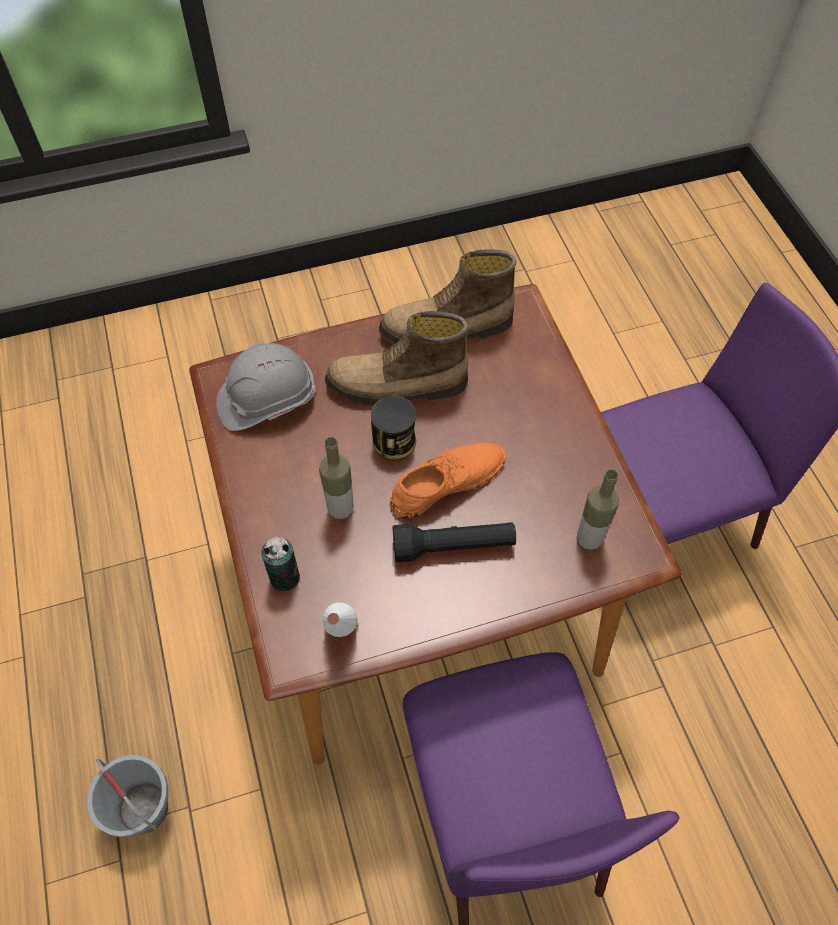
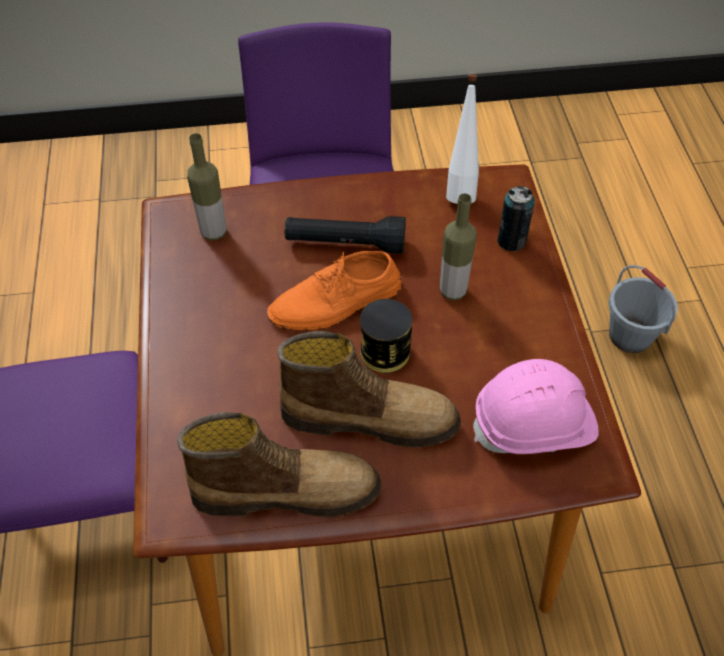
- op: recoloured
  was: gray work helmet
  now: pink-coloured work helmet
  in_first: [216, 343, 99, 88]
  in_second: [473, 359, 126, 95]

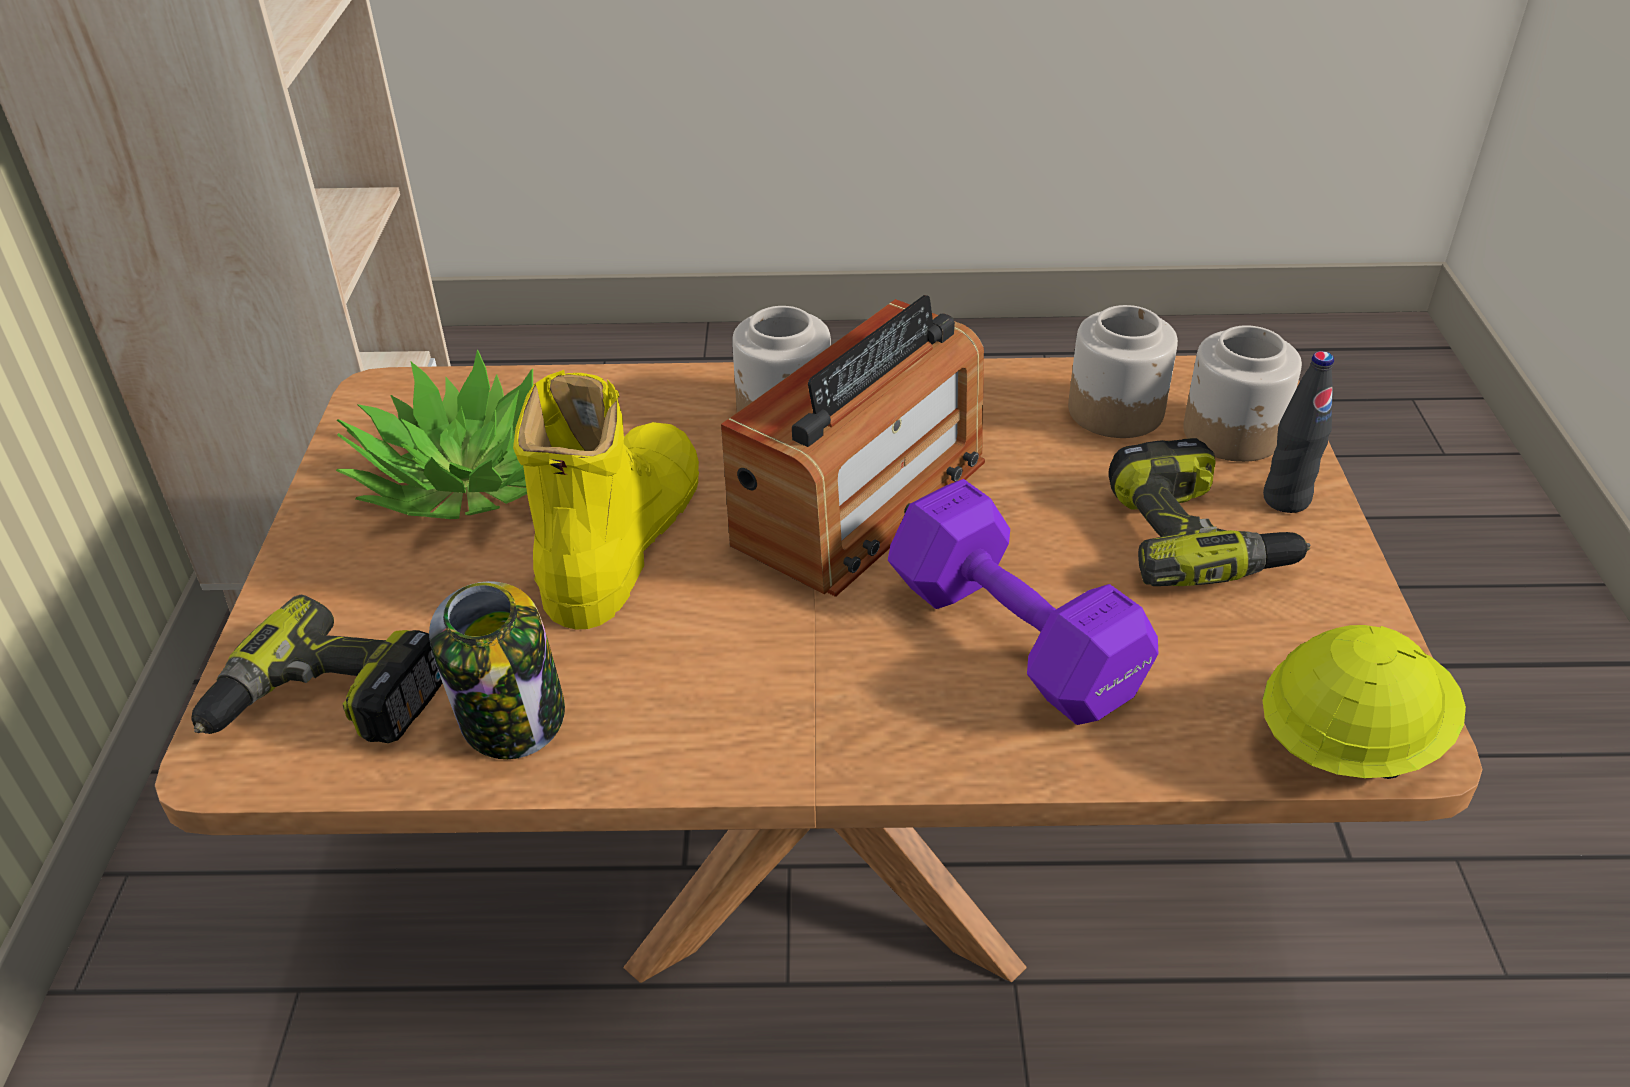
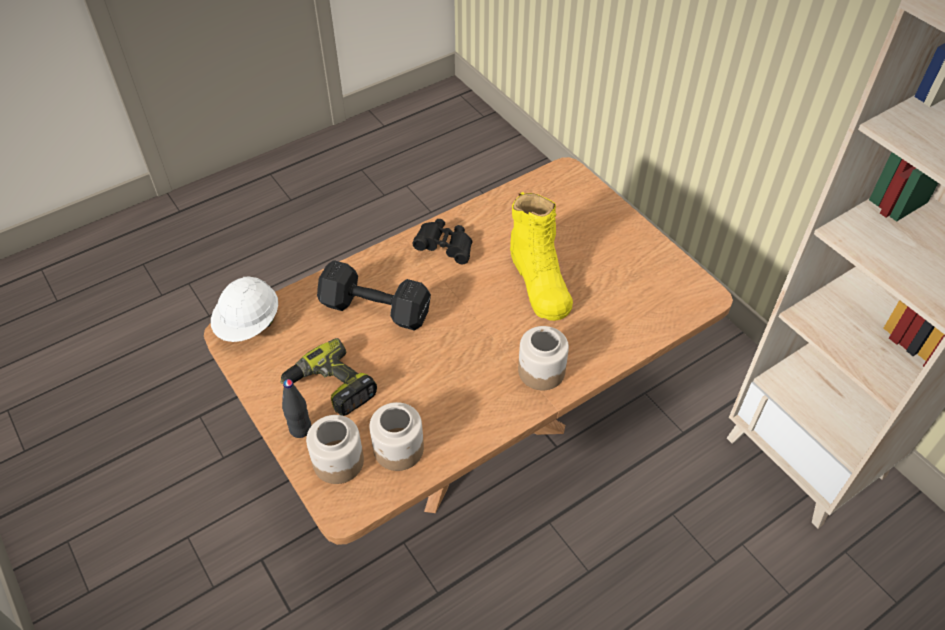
- op: recoloured
  was: yellowish work helmet
  now: whitish work helmet
  in_first: [1262, 625, 204, 154]
  in_second: [211, 277, 67, 65]
- op: recoloured
  was: purplish hand weight
  now: black hand weight
  in_first: [888, 479, 270, 246]
  in_second: [317, 260, 114, 70]
- op: added
  now: black pair of binoculars
  in_second: [413, 219, 59, 45]
- op: removed
  was: drill
  in_first: [192, 595, 250, 148]
- op: removed
  was: houseplant
  in_first: [336, 349, 197, 170]
- op: removed
  was: preserve jar
  in_first: [429, 581, 136, 178]
- op: removed
  was: radio
  in_first: [721, 295, 264, 302]

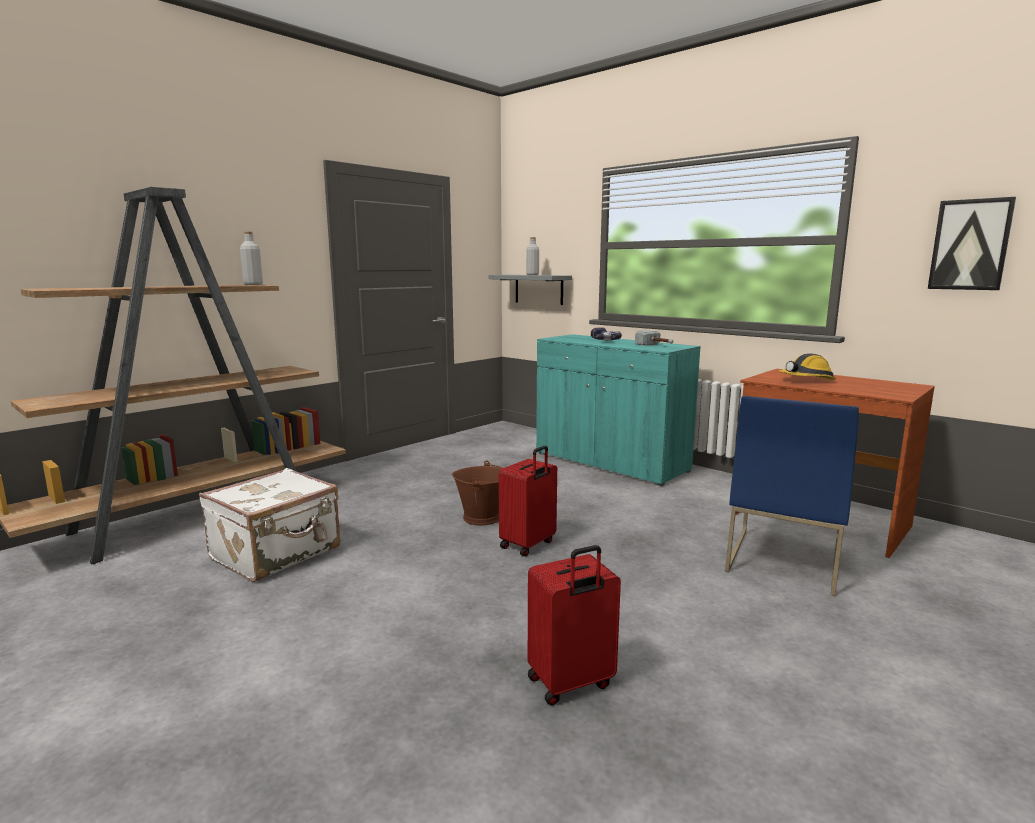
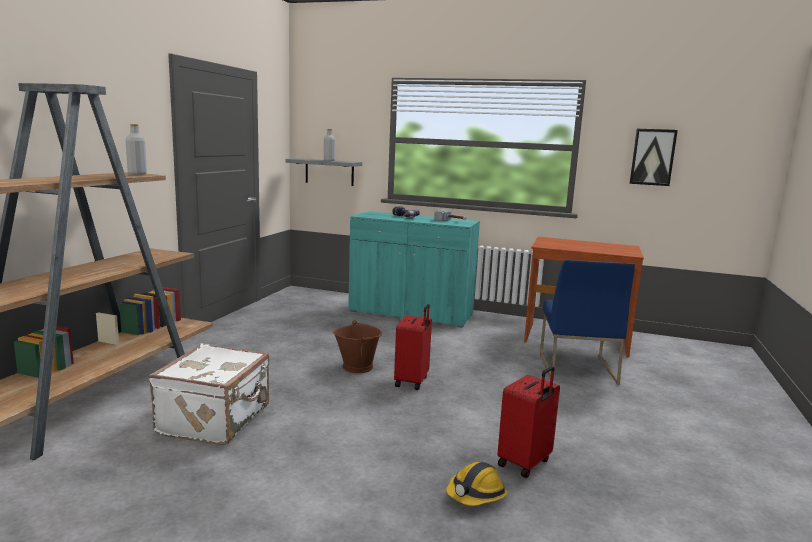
- op: moved
  was: work helmet
  in_first: [778, 353, 58, 27]
  in_second: [446, 462, 62, 44]

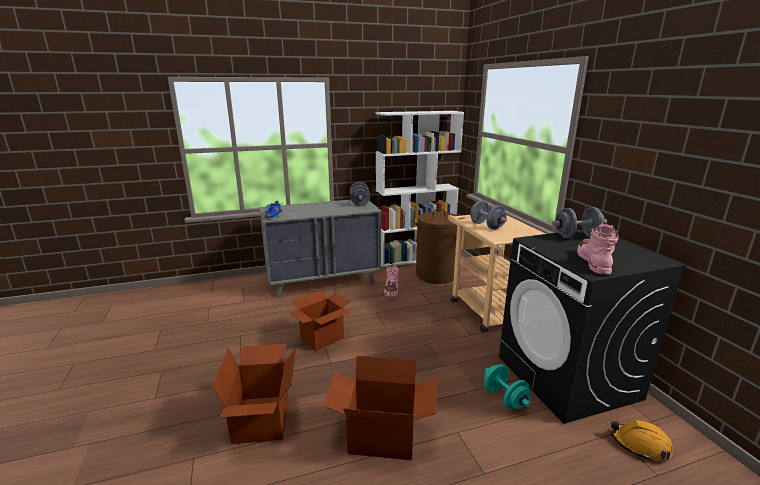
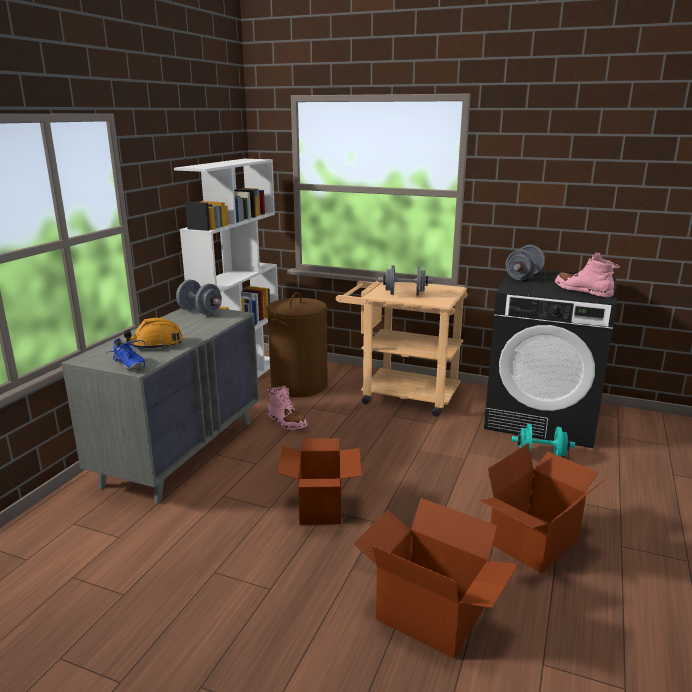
- op: moved
  was: orangey work helmet
  in_first: [611, 420, 62, 41]
  in_second: [123, 318, 60, 31]

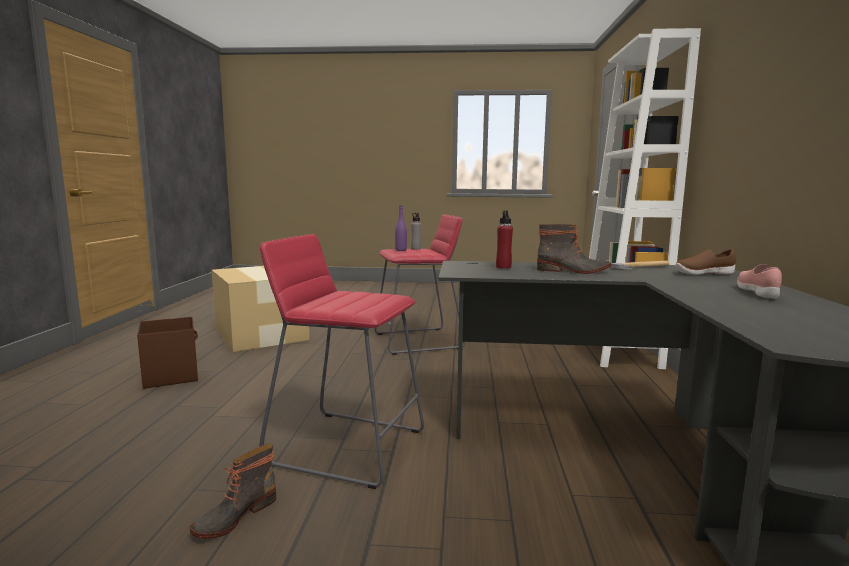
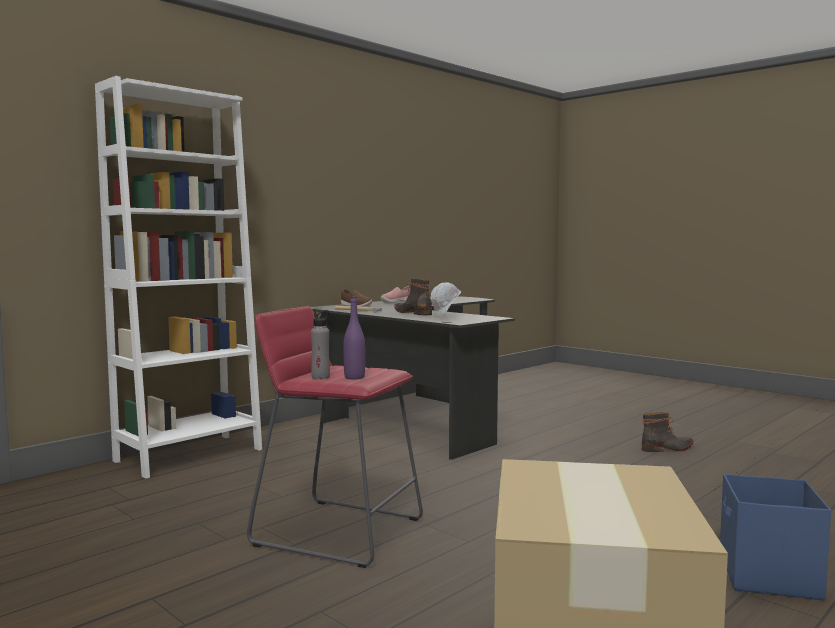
- op: replaced
  was: red beverage bottle
  now: whitish work helmet
  in_first: [496, 210, 17, 59]
  in_second: [431, 282, 30, 35]
- op: recoloured
  was: brown-coloured storage container
  now: bluish storage container
  in_first: [137, 317, 61, 72]
  in_second: [720, 474, 111, 126]
- op: removed
  was: red stool seat
  in_first: [259, 234, 165, 255]

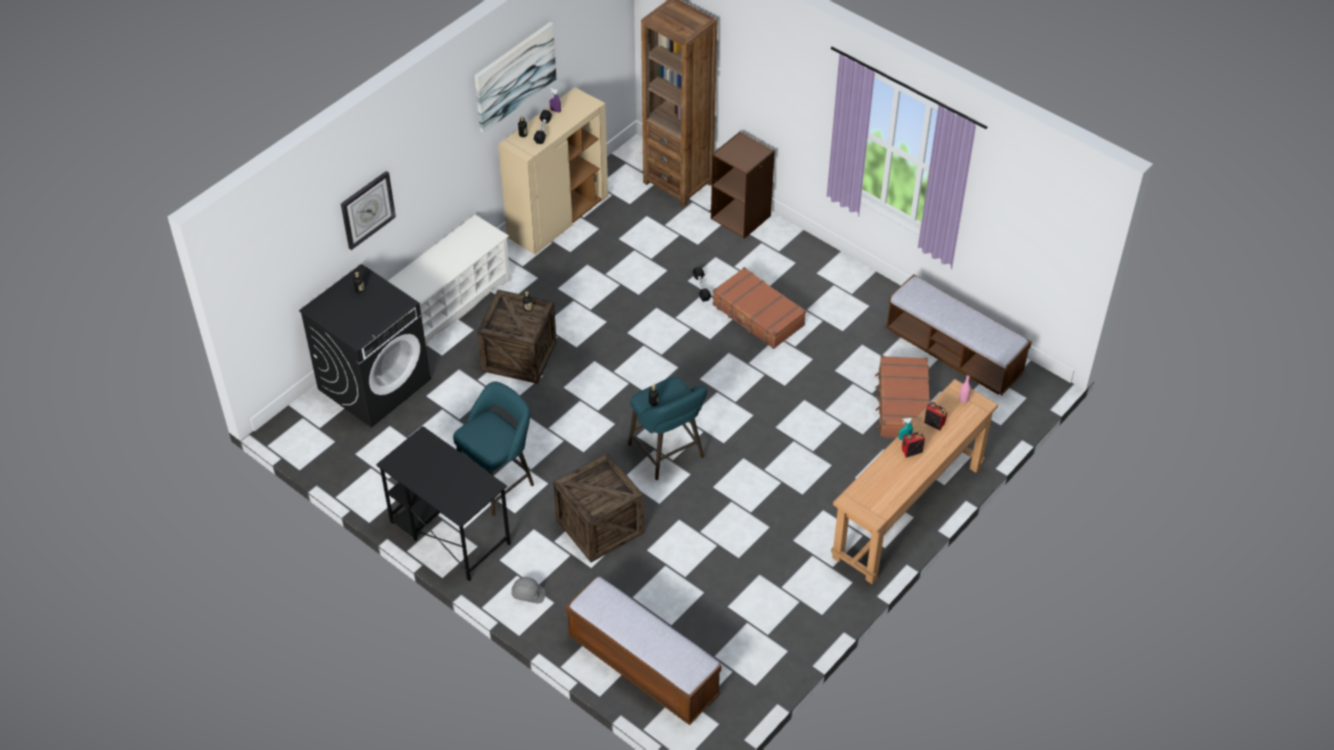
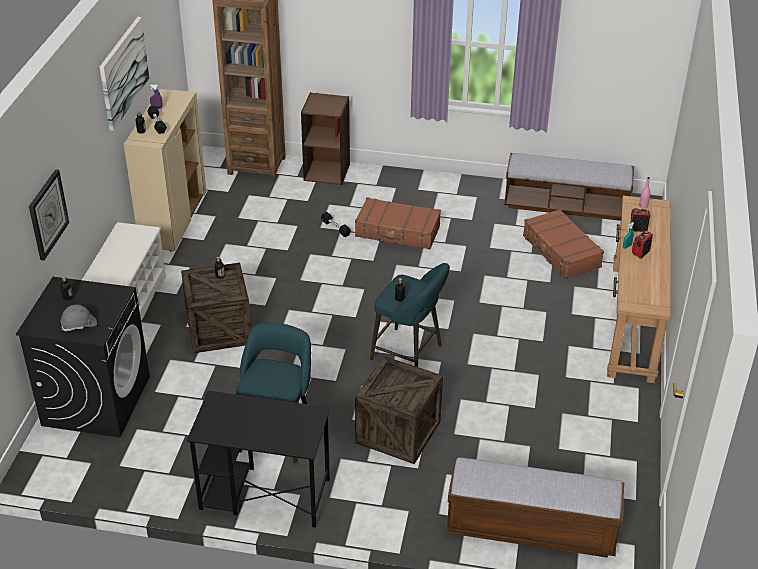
- op: moved
  was: gray work helmet
  in_first: [511, 577, 34, 26]
  in_second: [60, 304, 37, 27]

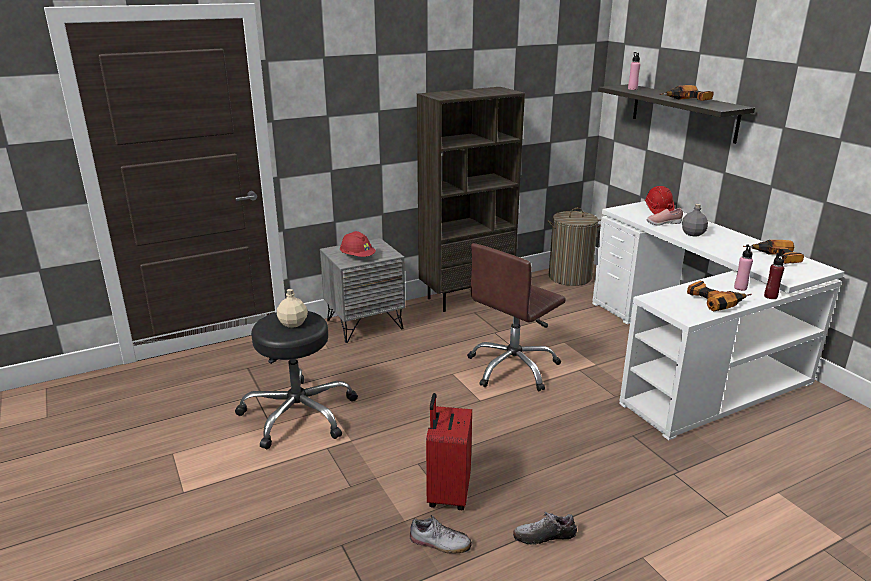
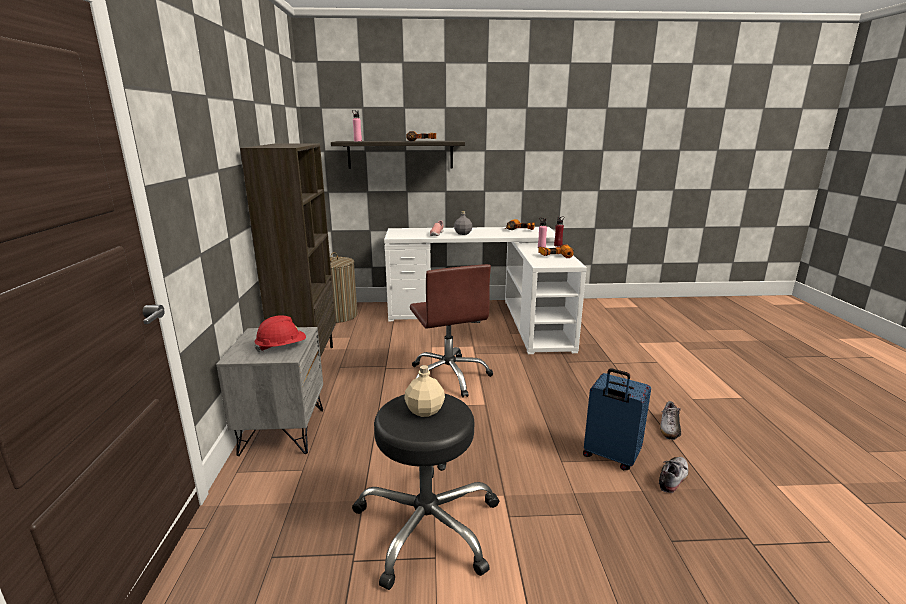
- op: recoloured
  was: red suitcase
  now: bluish suitcase
  in_first: [426, 393, 46, 117]
  in_second: [583, 368, 68, 102]
- op: removed
  was: red work helmet
  in_first: [645, 186, 30, 28]

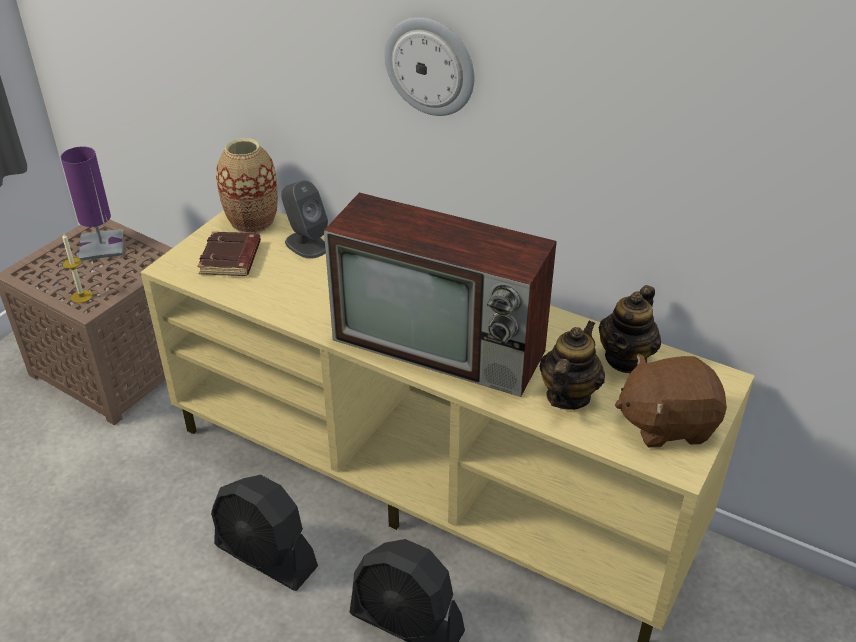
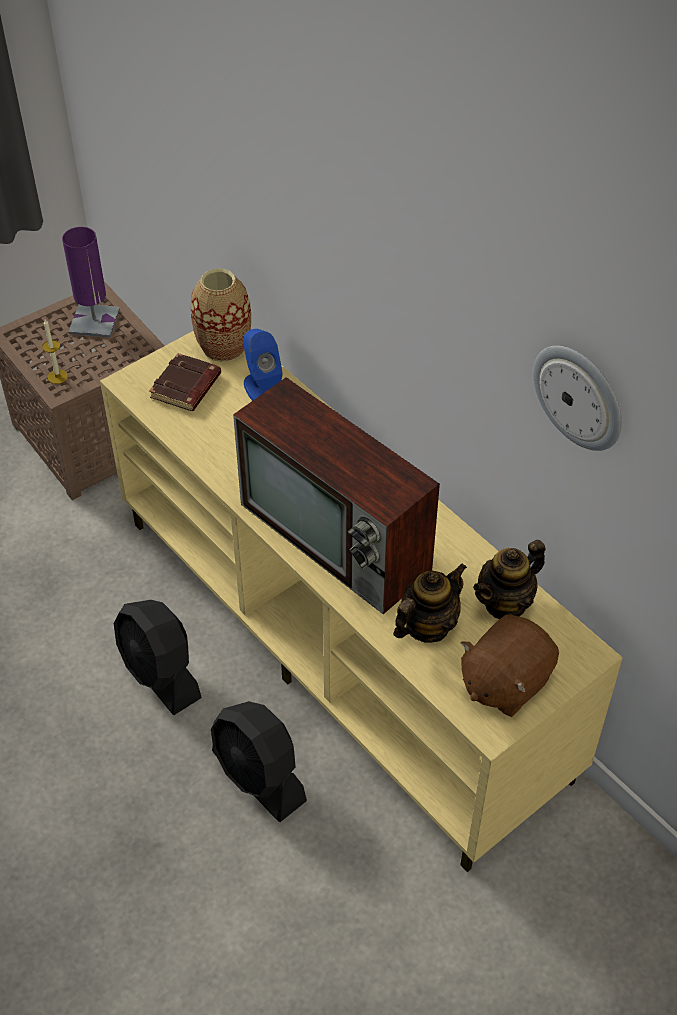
- op: recoloured
  was: gray loudspeaker
  now: bluish loudspeaker
  in_first: [281, 180, 47, 79]
  in_second: [243, 329, 40, 72]
- op: turned
  was: brown-coloured cuddly toy
  in_first: [615, 354, 112, 94]
  in_second: [461, 614, 98, 103]
  clockwise: -60
- op: moved
  was: wall clock
  in_first: [384, 17, 90, 99]
  in_second: [533, 346, 89, 105]

